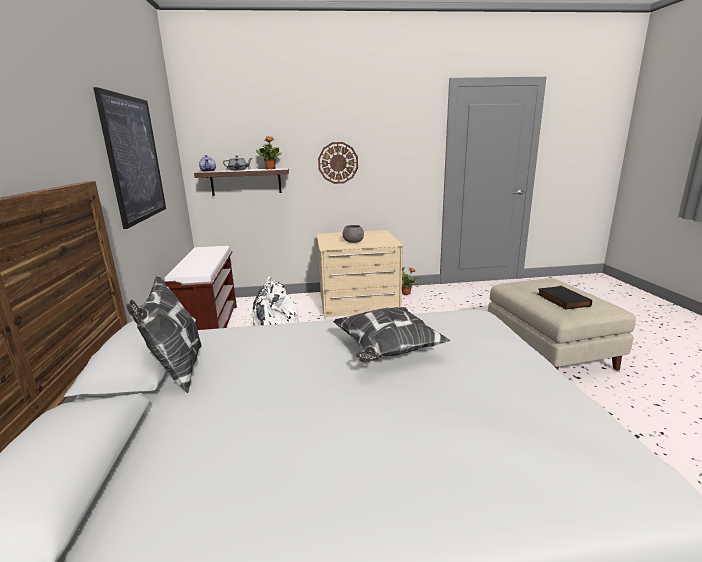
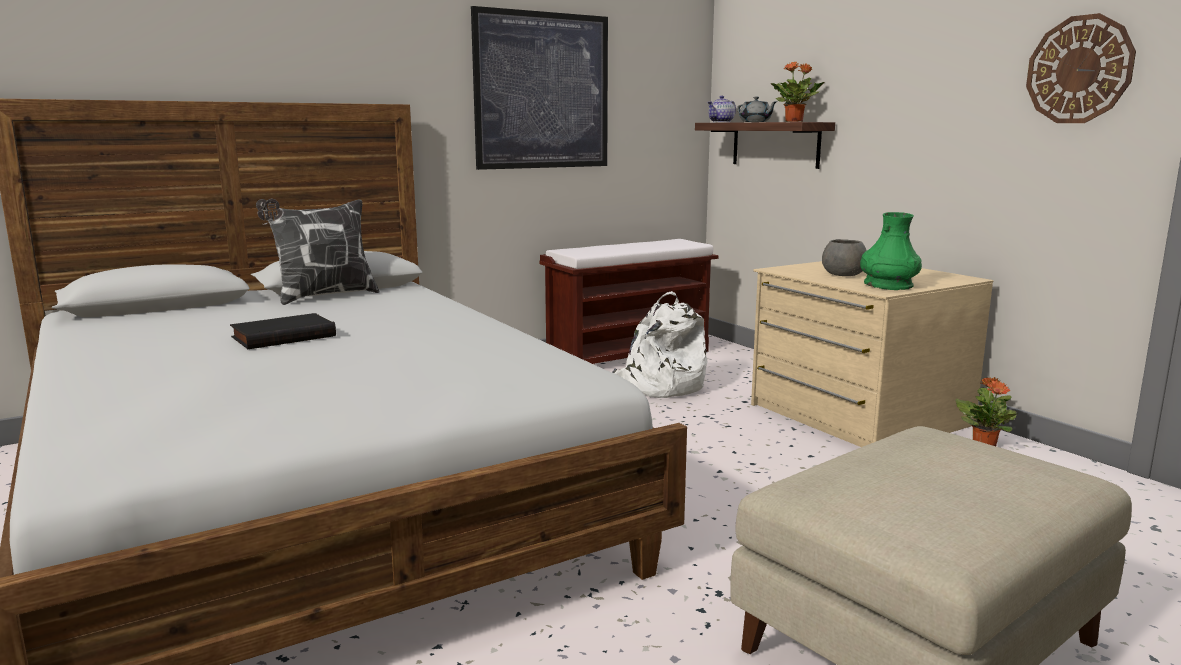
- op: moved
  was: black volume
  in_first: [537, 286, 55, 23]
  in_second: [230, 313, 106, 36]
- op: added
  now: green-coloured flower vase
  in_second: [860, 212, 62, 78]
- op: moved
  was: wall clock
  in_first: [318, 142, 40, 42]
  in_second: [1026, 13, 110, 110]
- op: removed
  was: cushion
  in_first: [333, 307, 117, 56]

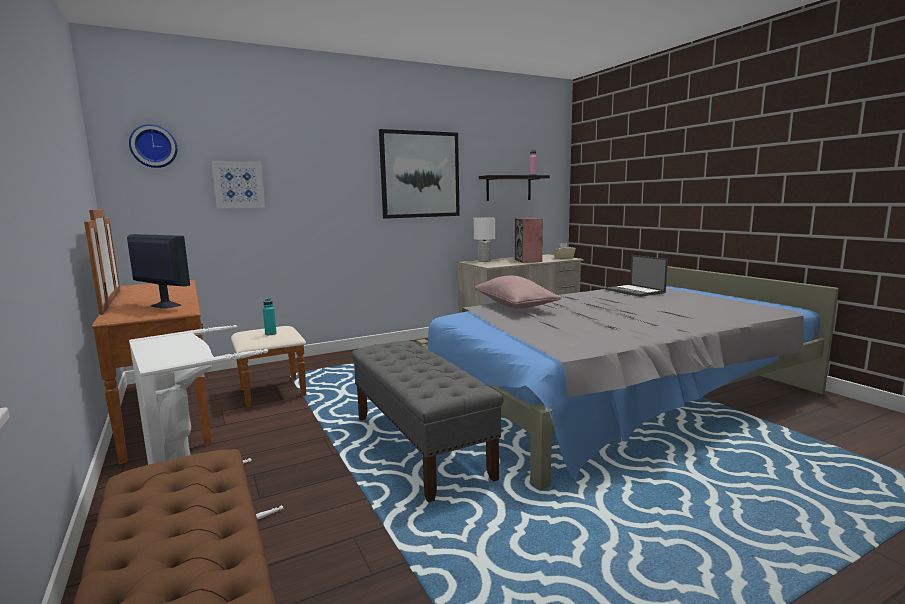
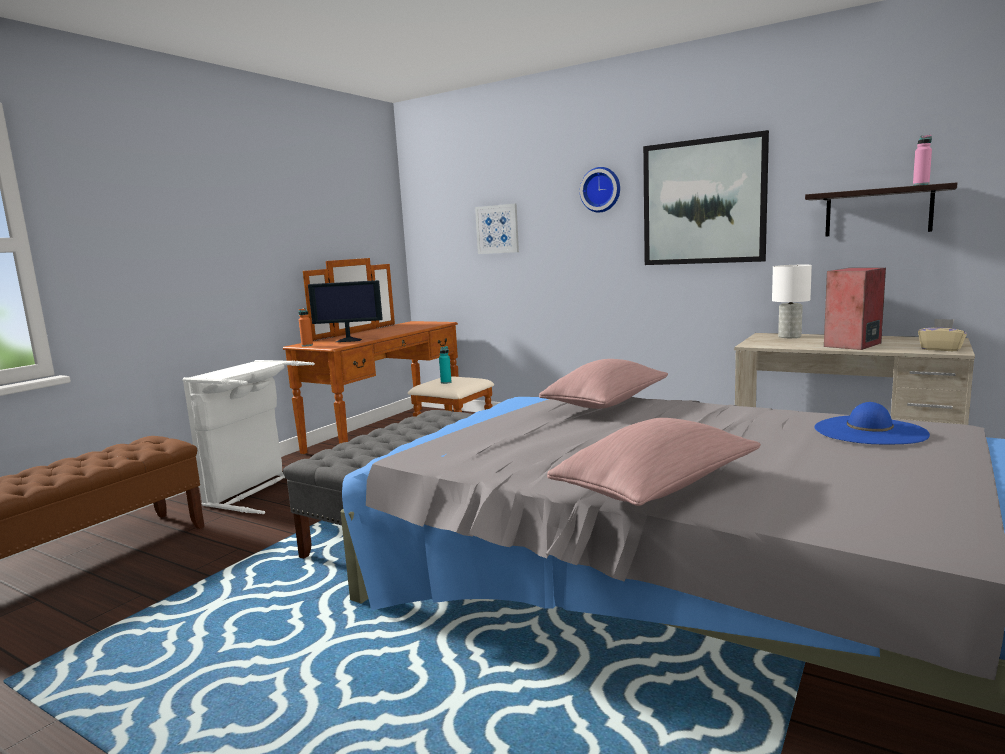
- op: added
  now: orangey beverage bottle
  in_second: [298, 308, 15, 38]
- op: turned
  was: monitor
  in_first: [127, 234, 63, 75]
  in_second: [308, 280, 75, 62]
  clockwise: 90
- op: added
  now: pink-coloured cushion
  in_second: [547, 418, 214, 88]
- op: moved
  was: wall clock
  in_first: [129, 124, 48, 44]
  in_second: [580, 167, 40, 46]
- op: replaced
  was: notebook computer
  now: bluish wearable hat
  in_first: [605, 255, 63, 42]
  in_second: [814, 402, 116, 42]

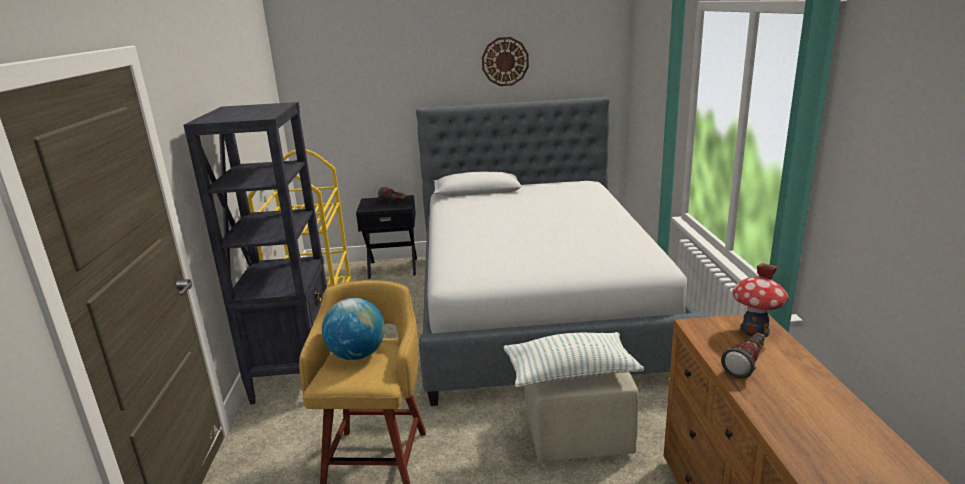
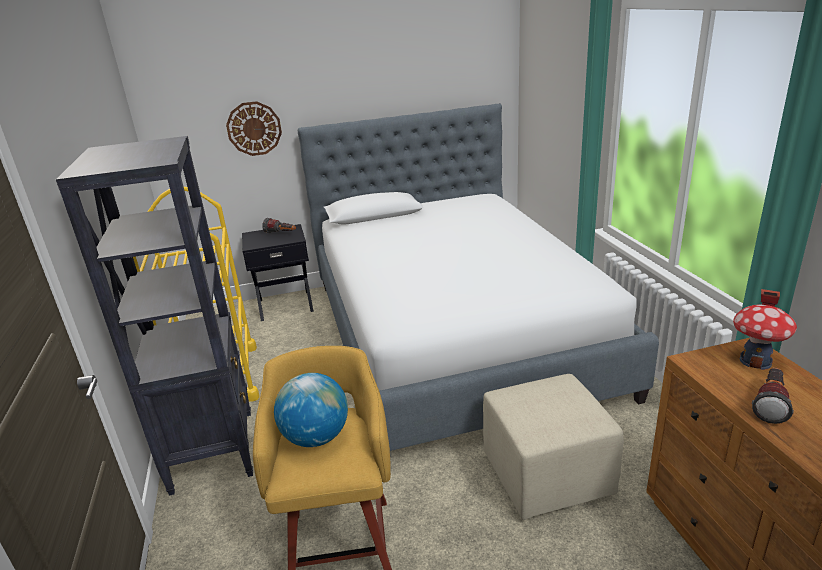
- op: moved
  was: wall clock
  in_first: [482, 37, 47, 49]
  in_second: [226, 101, 56, 55]
- op: removed
  was: cushion
  in_first: [504, 332, 140, 55]

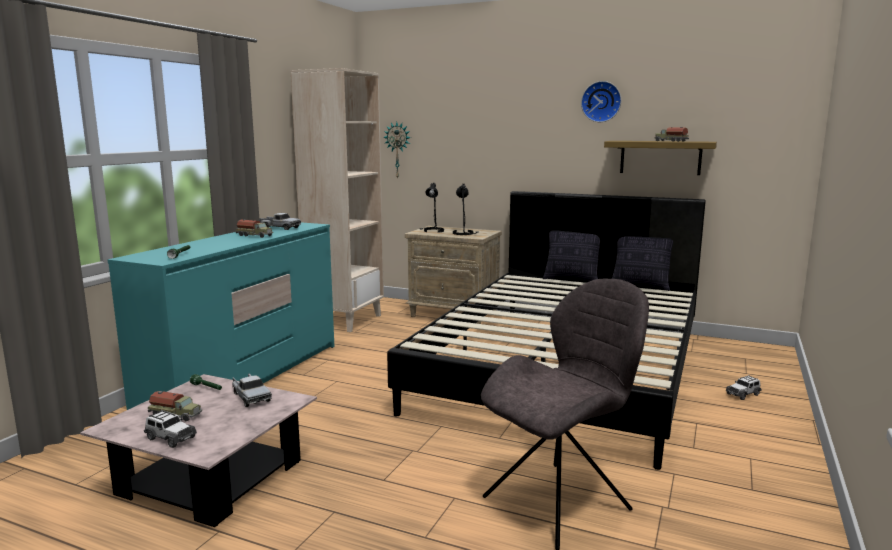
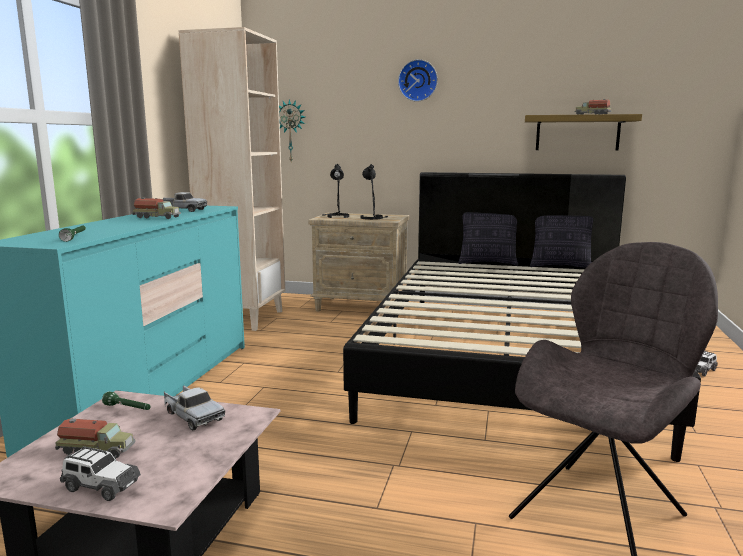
- op: moved
  was: wall clock
  in_first: [581, 81, 40, 41]
  in_second: [398, 59, 40, 43]

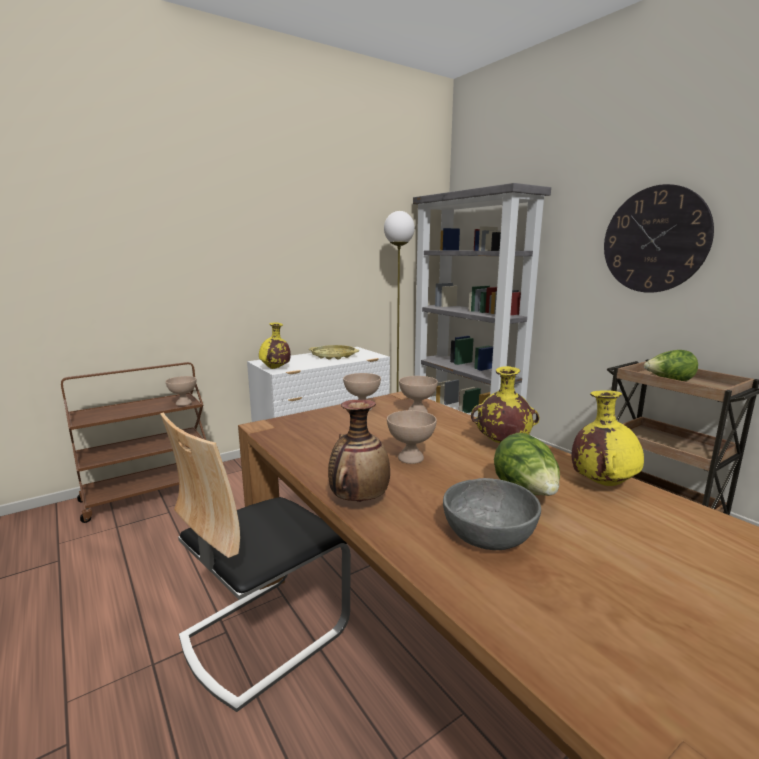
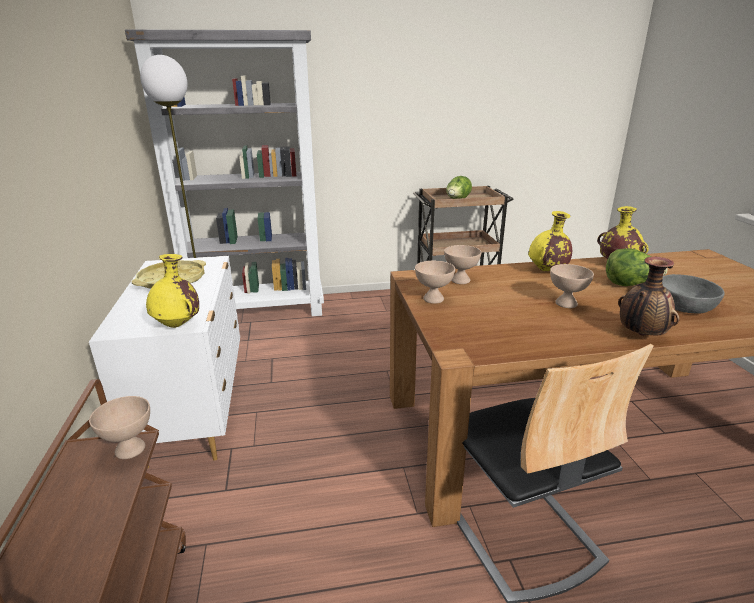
- op: removed
  was: wall clock
  in_first: [604, 184, 110, 109]

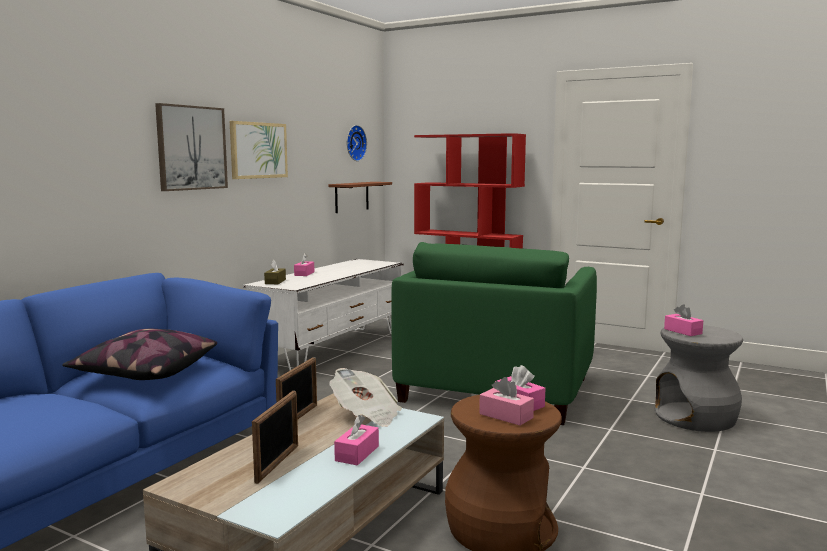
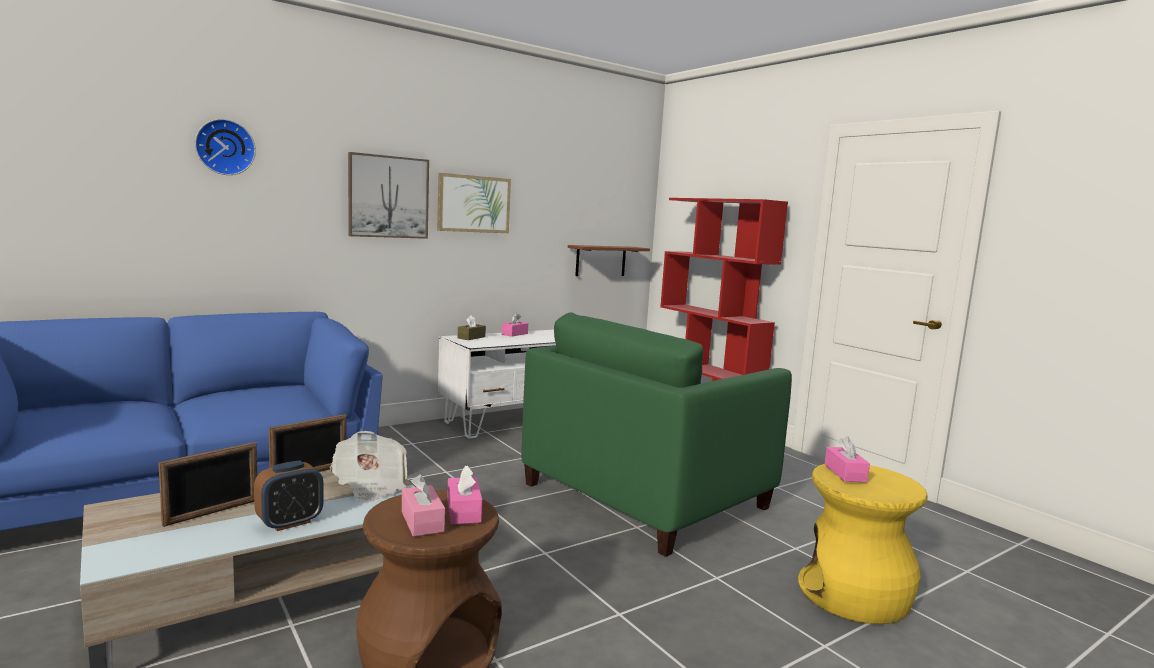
- op: moved
  was: wall clock
  in_first: [347, 125, 20, 36]
  in_second: [195, 119, 61, 56]
- op: replaced
  was: pink-coloured box of tissues
  now: bedside clock
  in_first: [334, 415, 45, 51]
  in_second: [254, 461, 70, 70]
- op: recoloured
  was: gray stool seat
  now: yellowish stool seat
  in_first: [655, 325, 88, 107]
  in_second: [798, 464, 129, 160]
- op: removed
  was: cushion
  in_first: [62, 329, 155, 51]

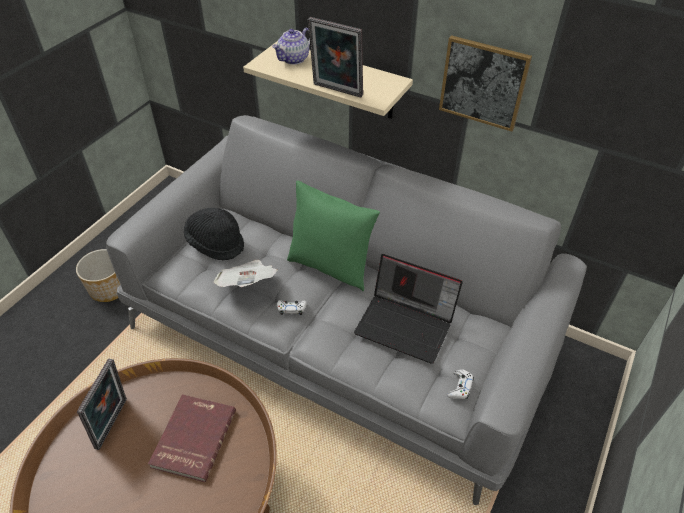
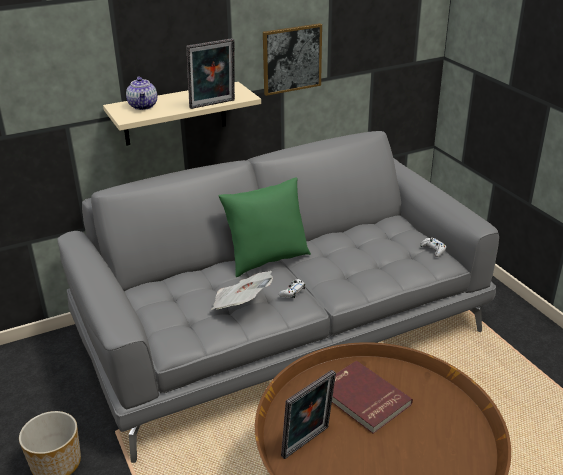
- op: turned
  was: picture frame
  in_first: [77, 358, 50, 92]
  in_second: [281, 370, 55, 89]
  clockwise: 90
- op: removed
  was: black wearable hat
  in_first: [184, 208, 60, 52]
- op: removed
  was: notebook computer
  in_first: [354, 254, 109, 110]

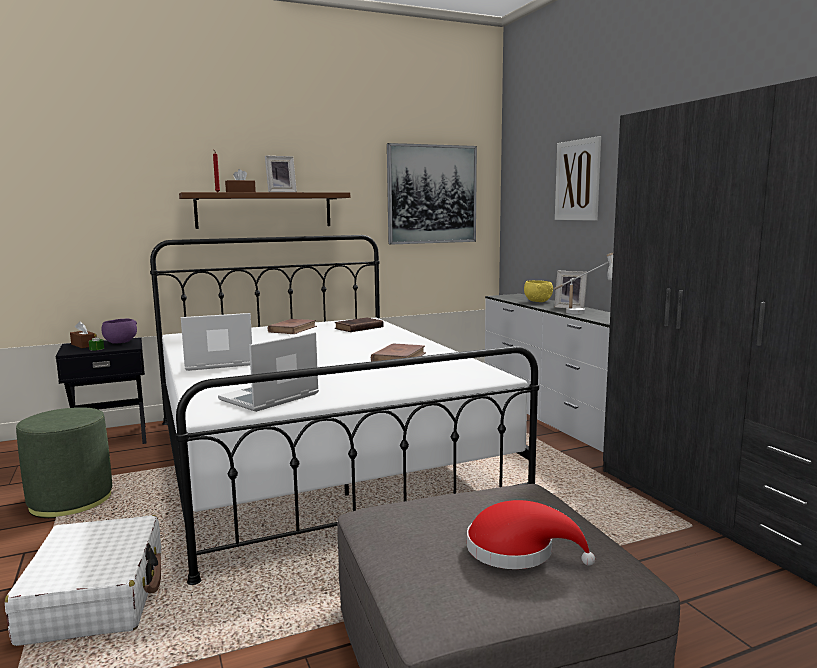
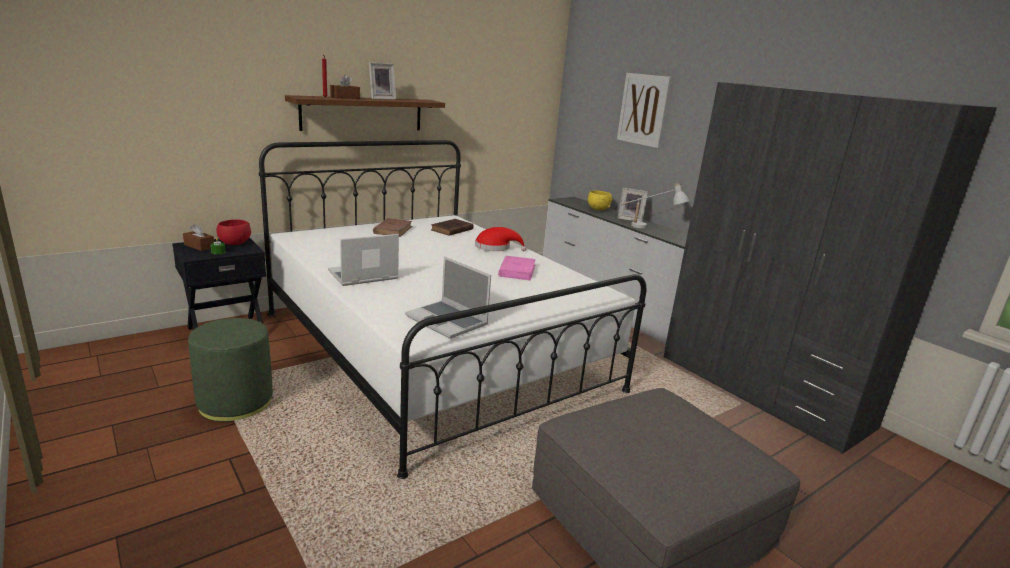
- op: recoloured
  was: purplish serving bowl
  now: red serving bowl
  in_first: [101, 318, 36, 26]
  in_second: [216, 219, 35, 26]
- op: turned
  was: notebook computer
  in_first: [218, 332, 101, 80]
  in_second: [405, 256, 86, 83]
  clockwise: -75
- op: moved
  was: red wearable hat
  in_first: [467, 500, 128, 69]
  in_second: [475, 227, 52, 24]
- op: recoloured
  was: brown-coloured volume
  now: pink-coloured volume
  in_first: [371, 343, 55, 19]
  in_second: [498, 256, 37, 24]
- op: removed
  was: whitish suitcase
  in_first: [5, 515, 156, 131]
- op: removed
  was: wall art
  in_first: [387, 143, 90, 102]

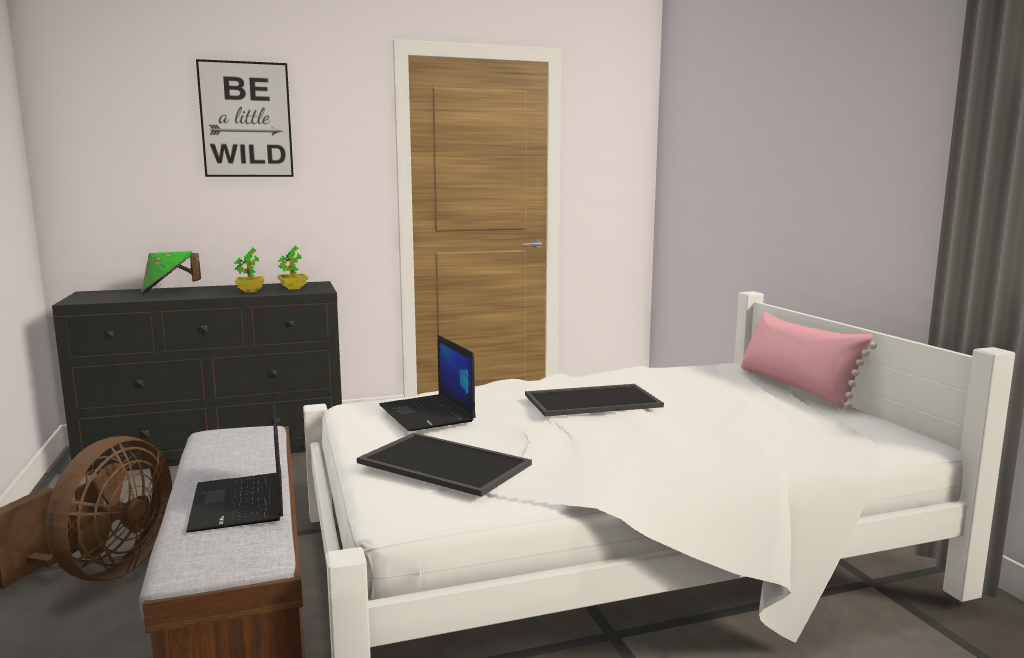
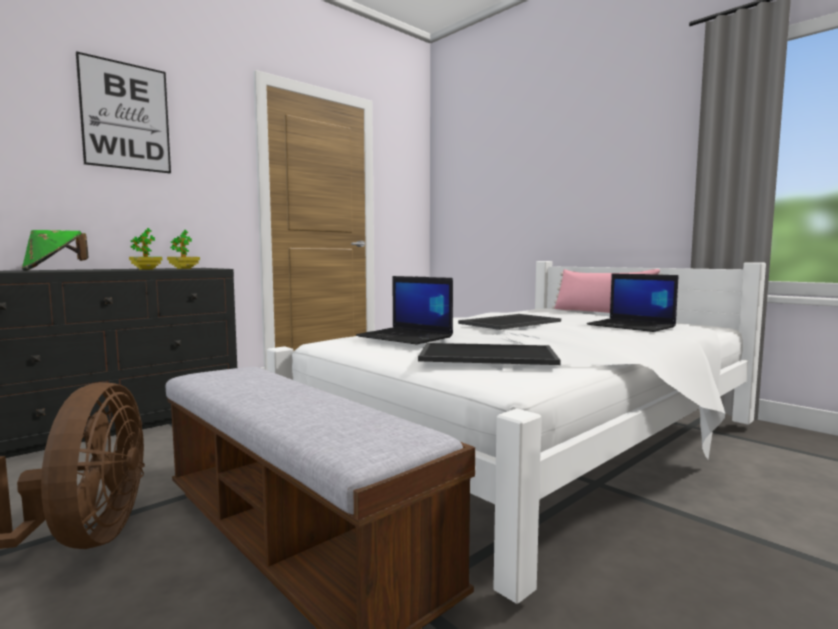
- op: moved
  was: notebook computer
  in_first: [186, 401, 97, 131]
  in_second: [587, 273, 91, 59]

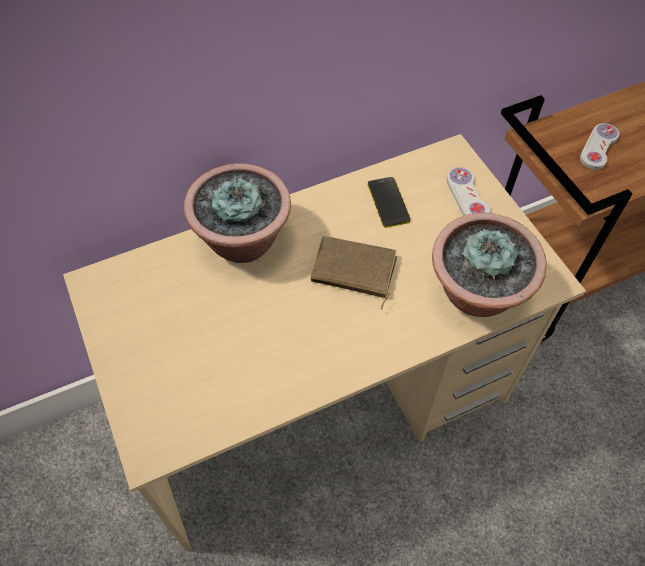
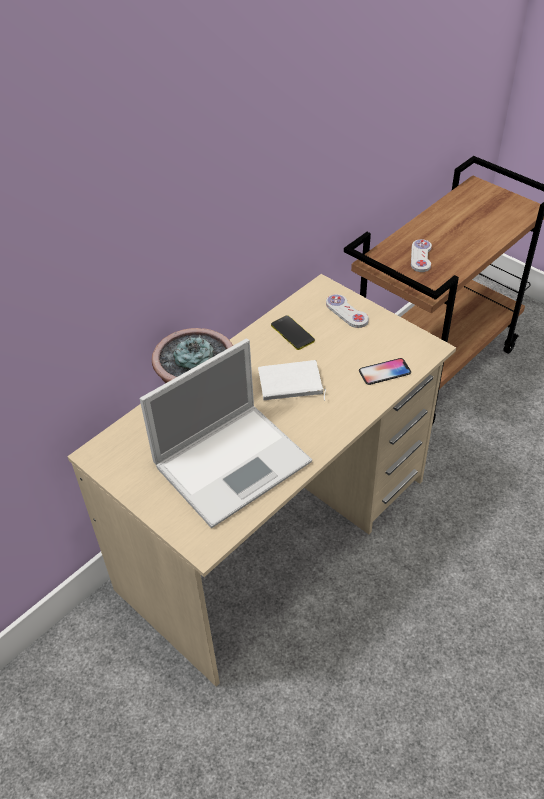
- op: added
  now: notebook computer
  in_second: [140, 339, 172, 189]
- op: recoloured
  was: brown-coloured volume
  now: whitish volume
  in_first: [310, 236, 87, 73]
  in_second: [258, 360, 68, 41]
- op: replaced
  was: houseplant
  now: handset
  in_first: [432, 212, 115, 105]
  in_second: [359, 358, 52, 27]

